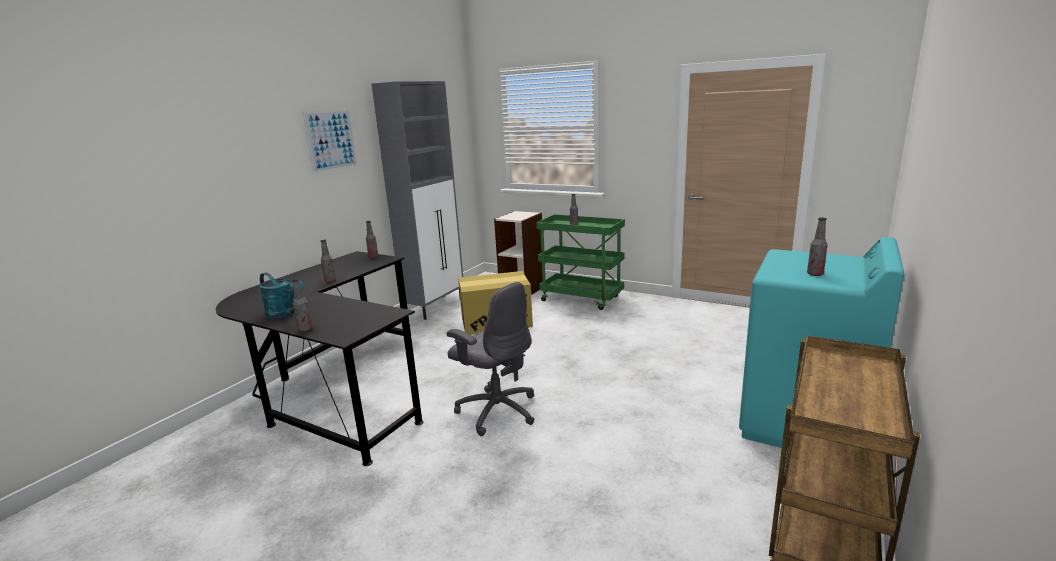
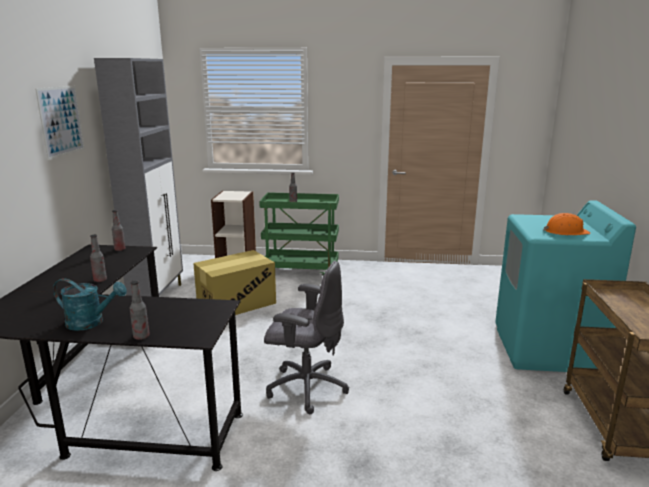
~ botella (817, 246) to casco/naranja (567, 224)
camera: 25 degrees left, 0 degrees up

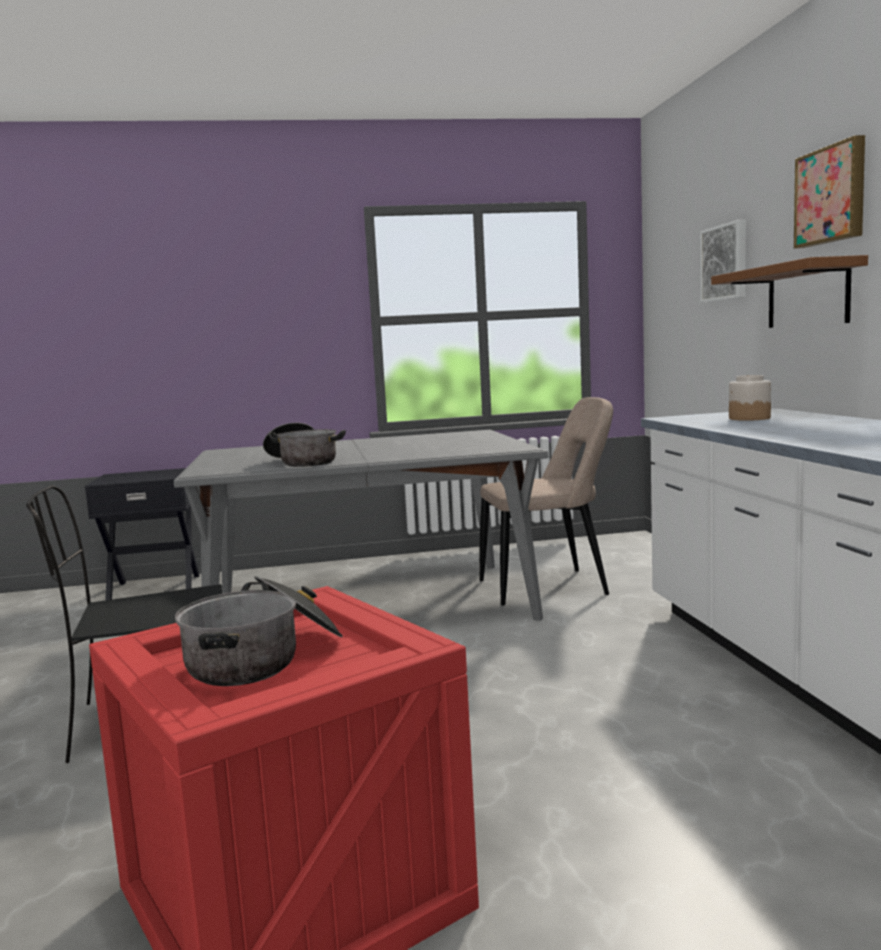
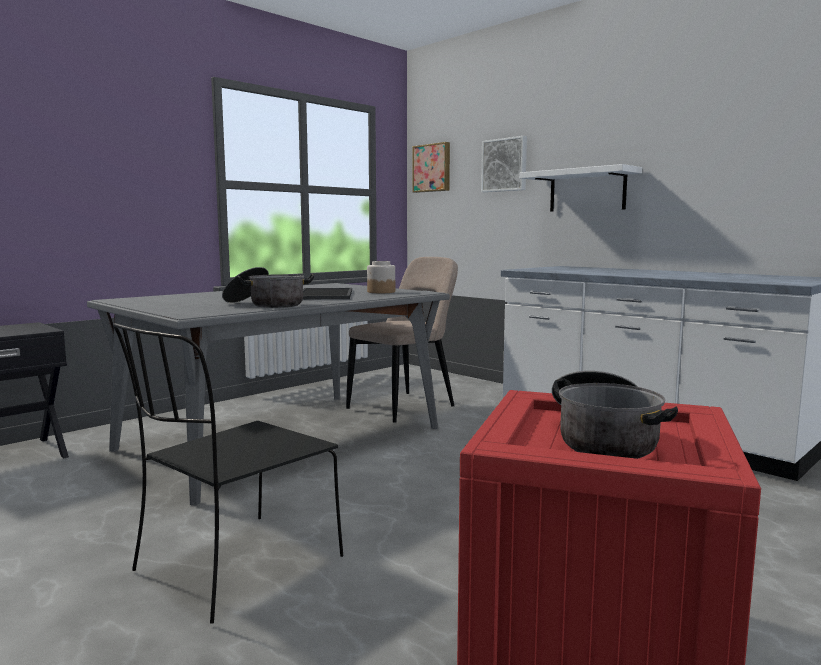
+ bandeja (327, 294)
~ tarro (750, 398) to (381, 277)
~ cuadro (829, 192) to (431, 167)
~ estante/marrón (789, 291) to estante/blanco (580, 187)
camera: 35 degrees left, 0 degrees up

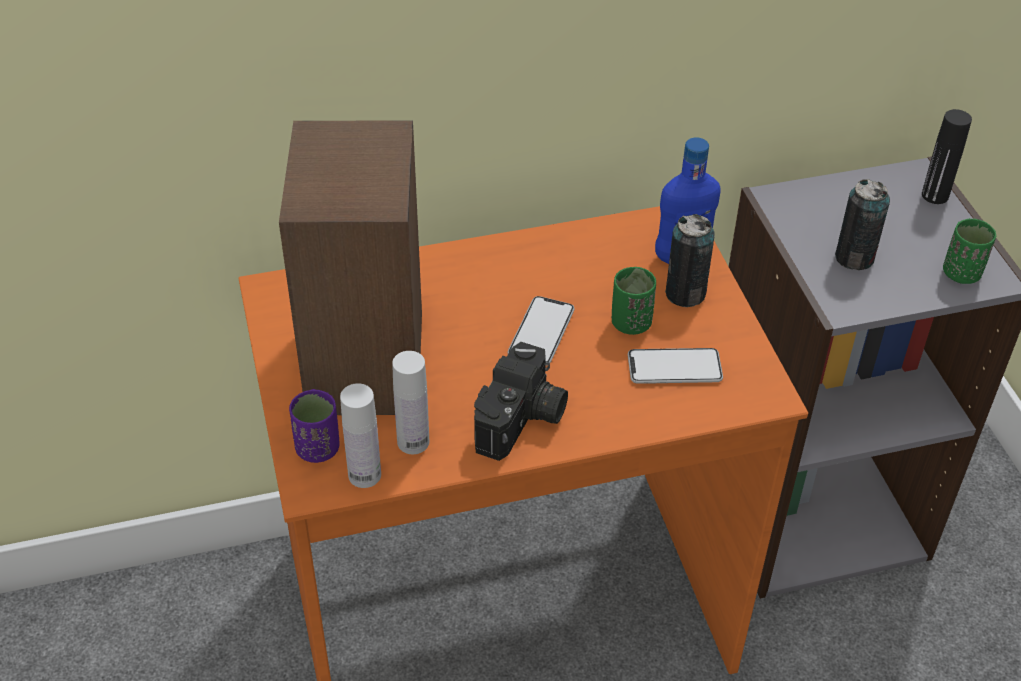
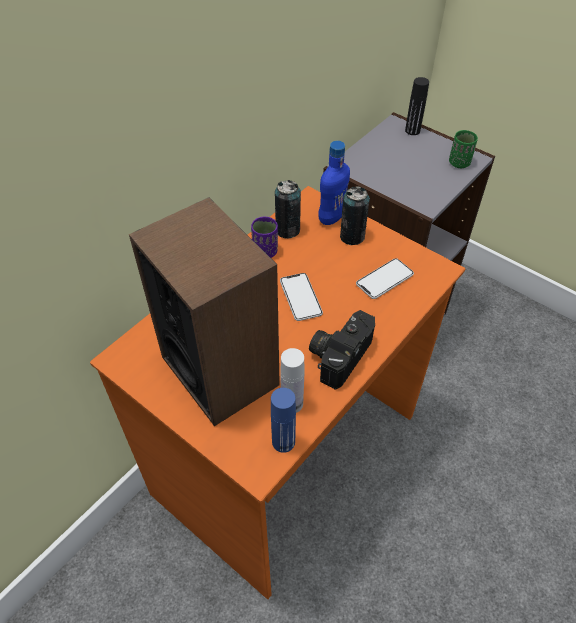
- taza/verde (634, 301)
~ taza/morado (314, 426) to (264, 237)
~ lata (862, 224) to (288, 209)
~ botella/blanco (360, 435) to botella/azul (283, 420)
~ cámara (521, 401) = (342, 350) 135 degrees counterclockwise
camera: 35 degrees left, 5 degrees up

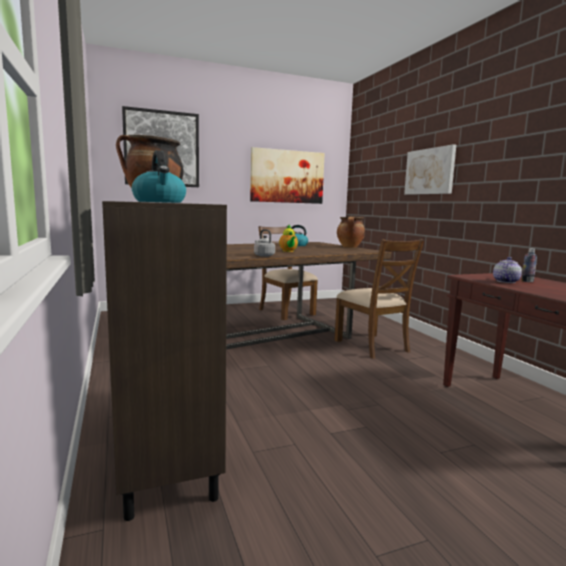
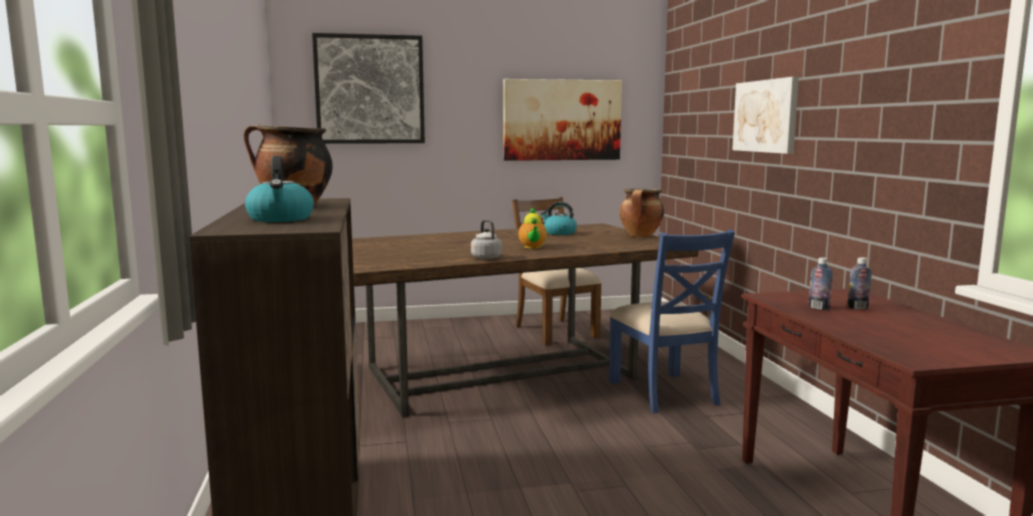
~ tetera (507, 270) to botella (821, 283)
~ silla/marrón (379, 299) to silla/azul (672, 321)
camera: 10 degrees right, 0 degrees up

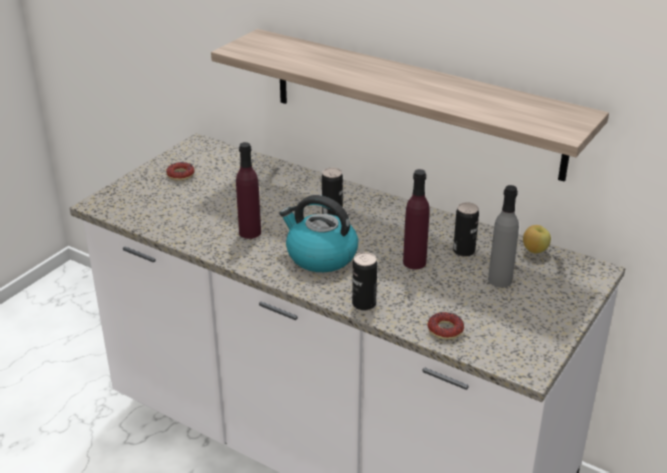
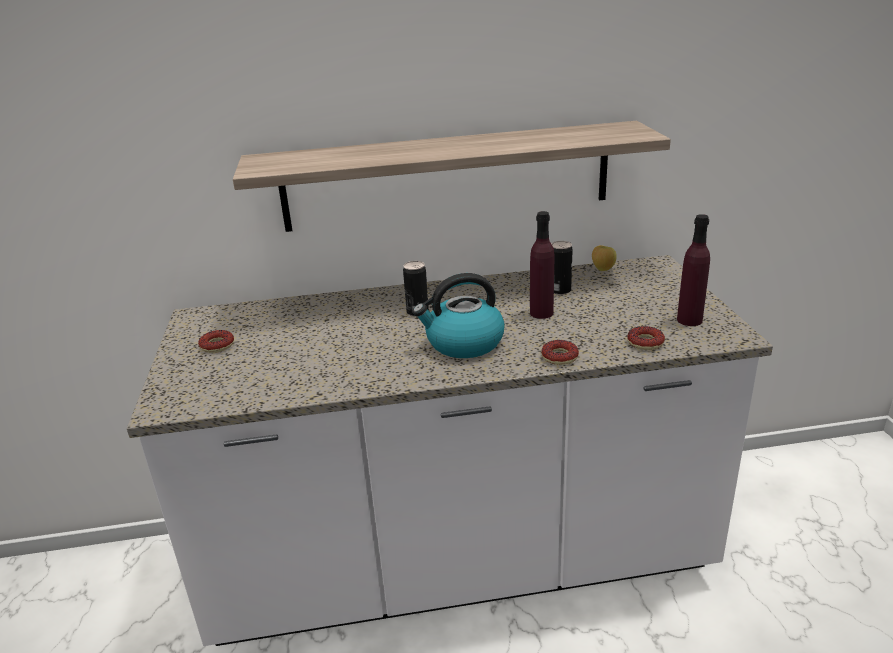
- botella/gris (503, 236)
~ botella/morado (248, 190) to (693, 270)
~ lata (364, 281) to rosquilla (560, 352)
camera: 40 degrees left, 5 degrees down

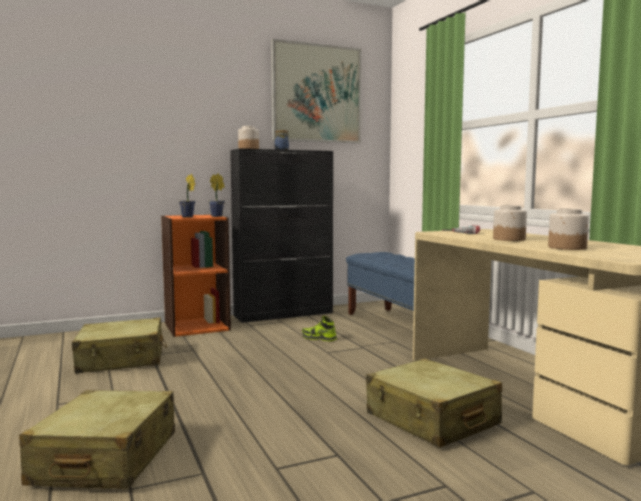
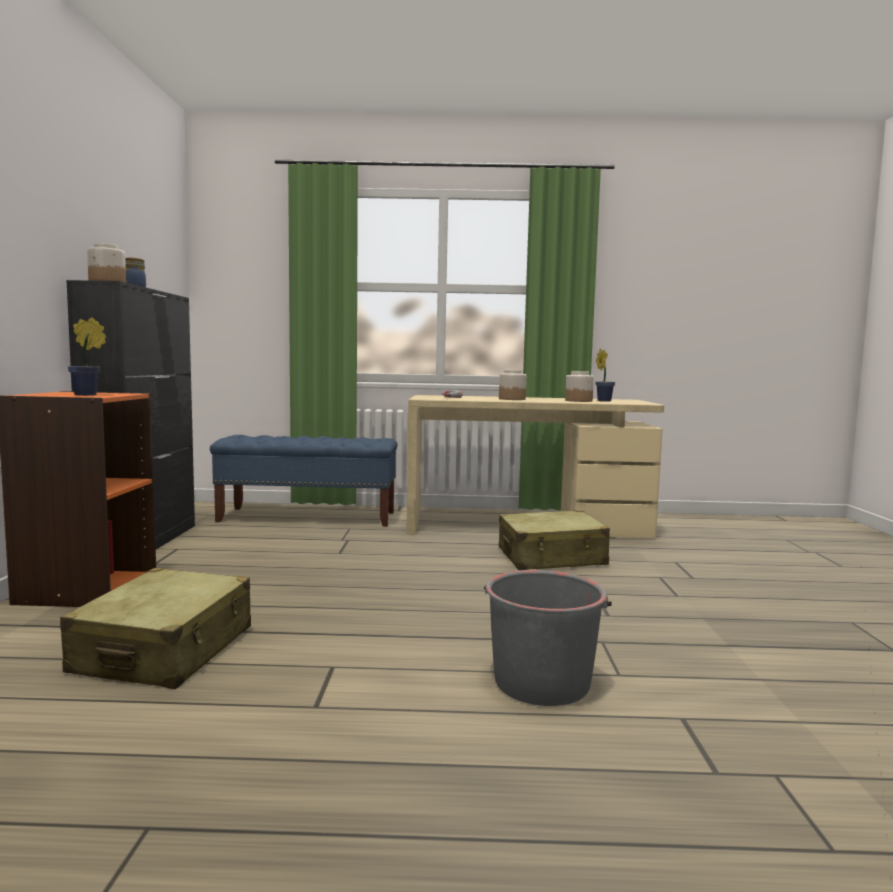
- cuadro (316, 91)
- zapato (319, 328)
~ planta en maceta (217, 195) to (605, 375)
~ maleta/beis (97, 439) to cubo/gris (548, 638)
camera: 65 degrees left, 0 degrees up

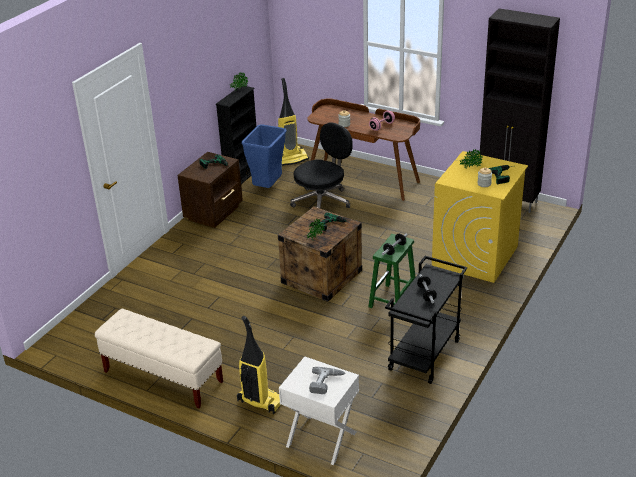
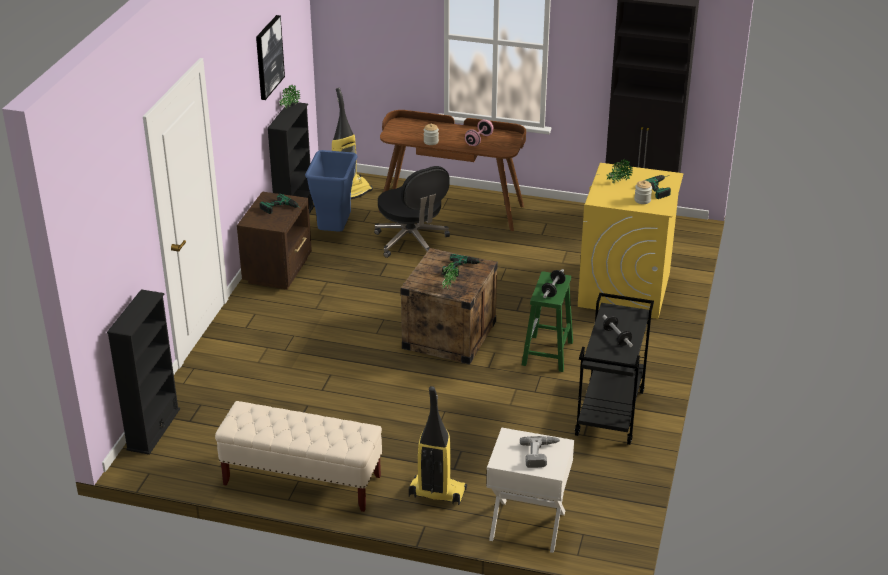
+ estantería/negro (143, 372)
+ cuadro (270, 57)
~ silla de oficina/negro (321, 165) = (412, 212) 120 degrees clockwise
camera: 15 degrees left, 0 degrees up

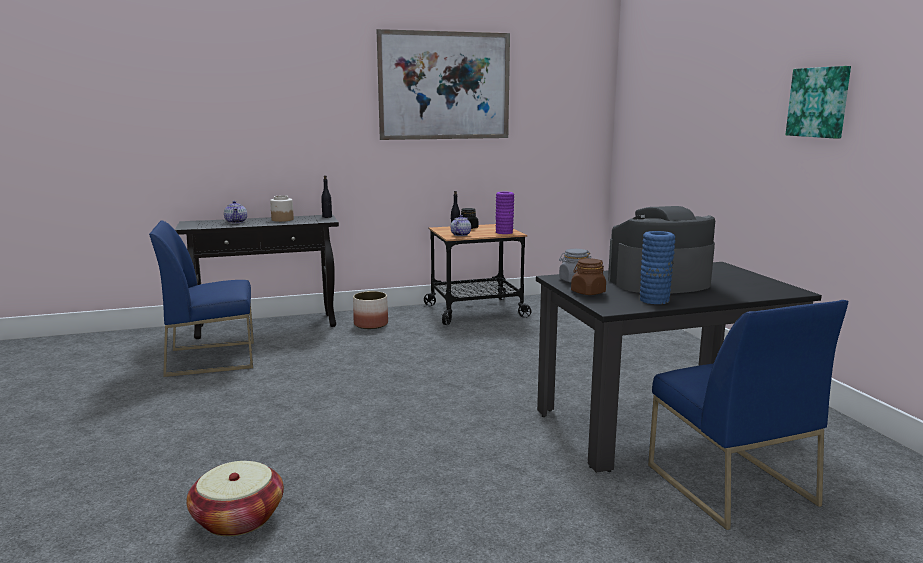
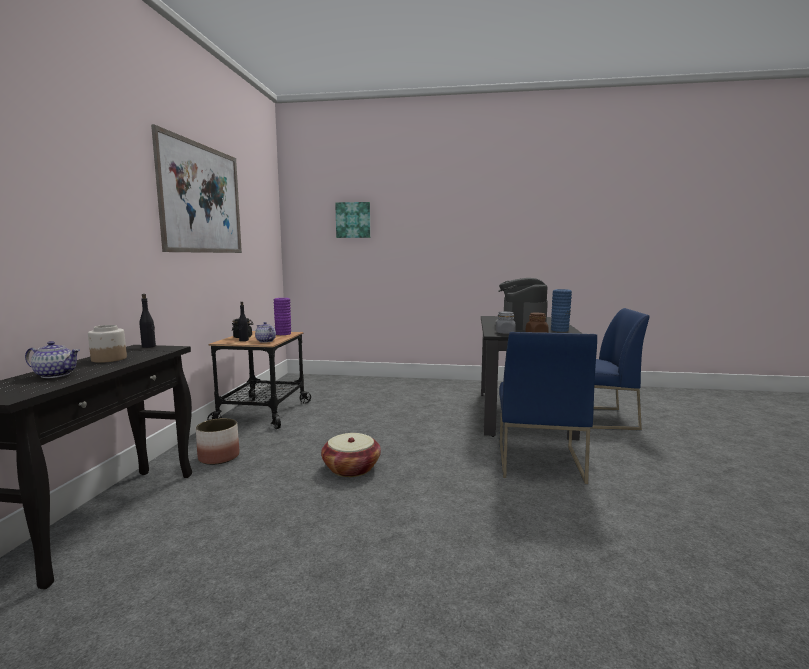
~ silla/azul (202, 299) to (548, 408)
~ cesta (235, 498) to (351, 455)
~ cuadro (818, 102) to (352, 220)
camera: 65 degrees left, 5 degrees down

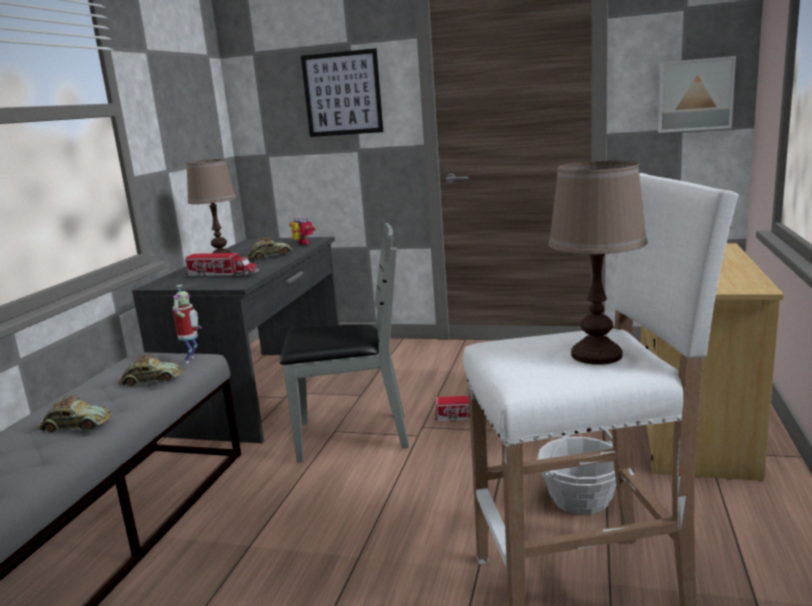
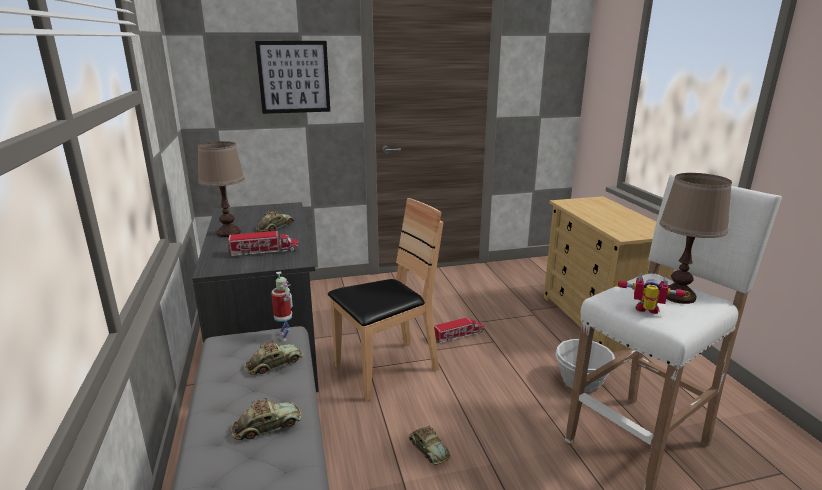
- cuadro (697, 94)
+ coche de juguete (429, 445)
~ robot de juguete (302, 230) to (652, 293)
~ silla/gris (344, 343) to silla/marrón (385, 299)
camera: 30 degrees left, 5 degrees up

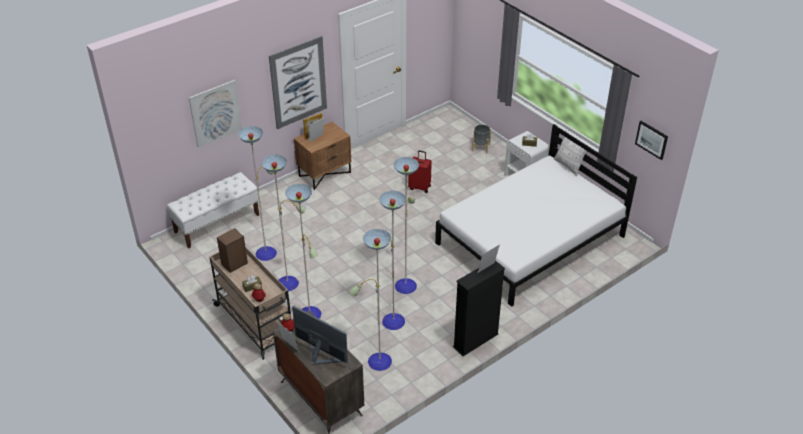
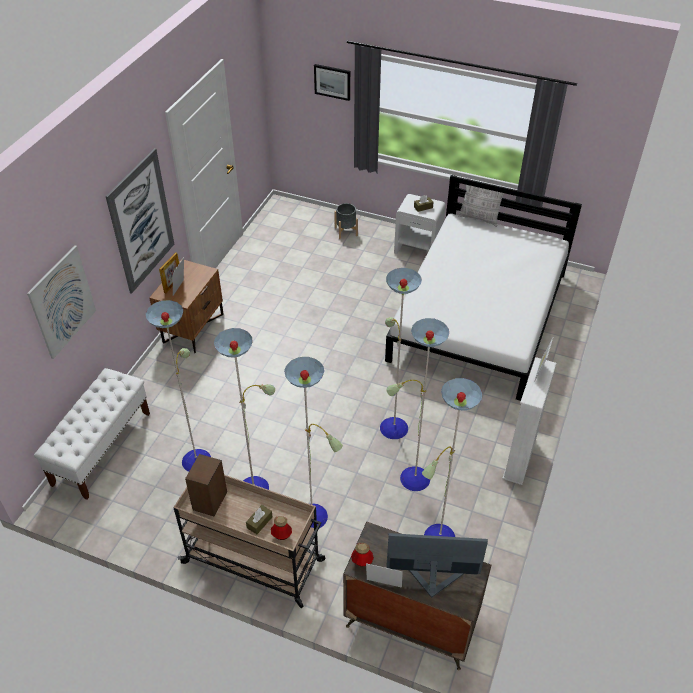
- maleta/rojo (420, 171)
~ cuadro (651, 140) to (332, 82)
~ estantería/negro (479, 308) to estantería/blanco (529, 421)
camera: 30 degrees left, 5 degrees up

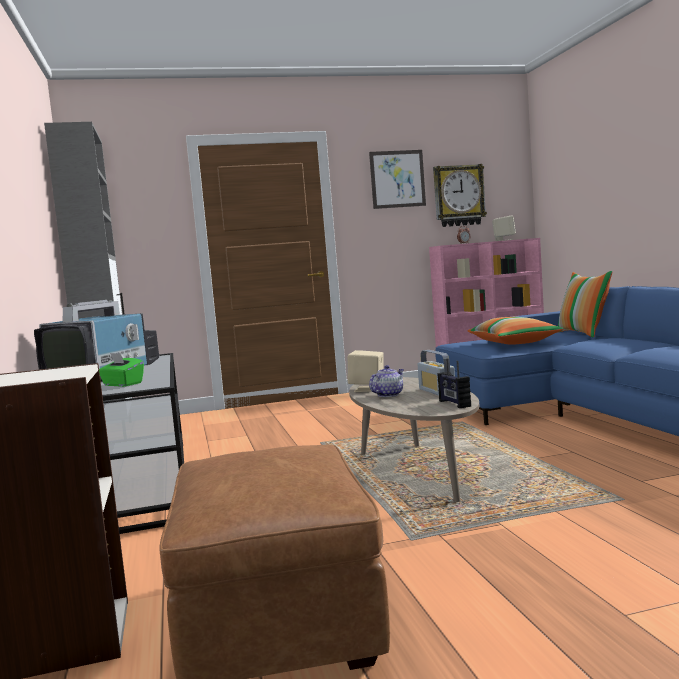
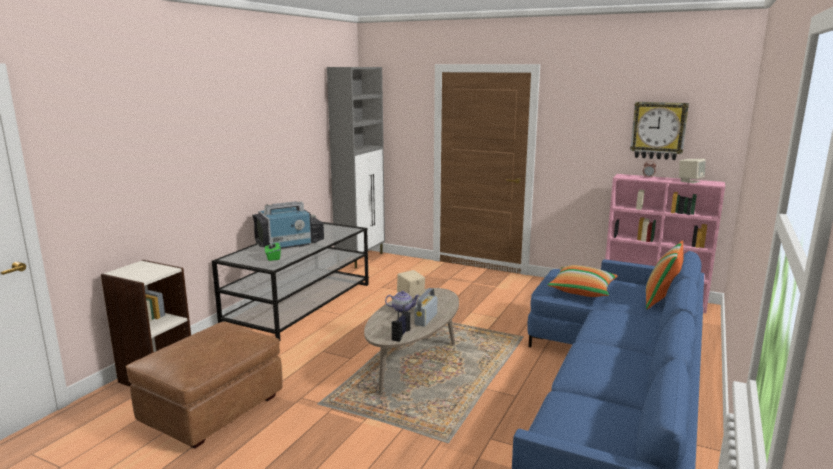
- cuadro (397, 179)
camera: 40 degrees right, 10 degrees up

